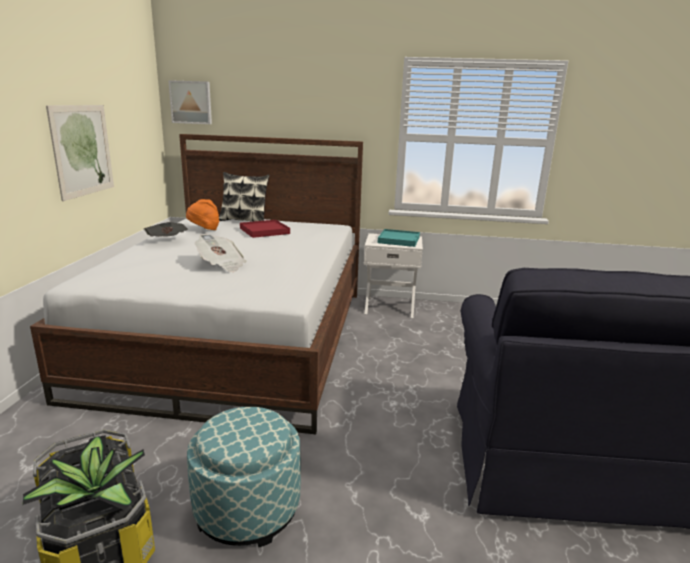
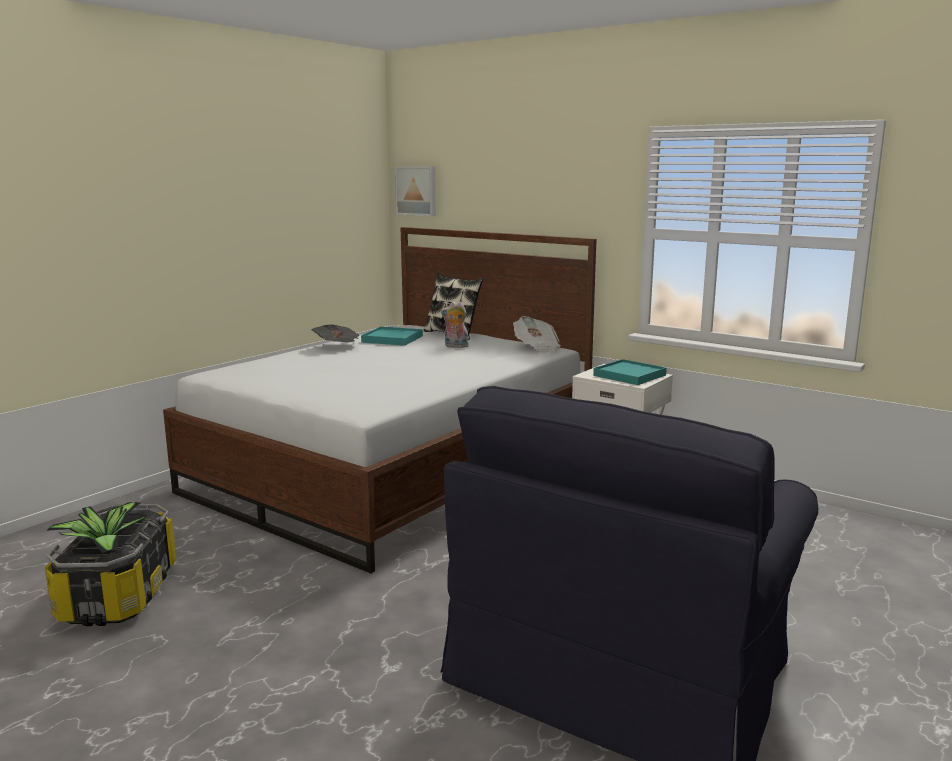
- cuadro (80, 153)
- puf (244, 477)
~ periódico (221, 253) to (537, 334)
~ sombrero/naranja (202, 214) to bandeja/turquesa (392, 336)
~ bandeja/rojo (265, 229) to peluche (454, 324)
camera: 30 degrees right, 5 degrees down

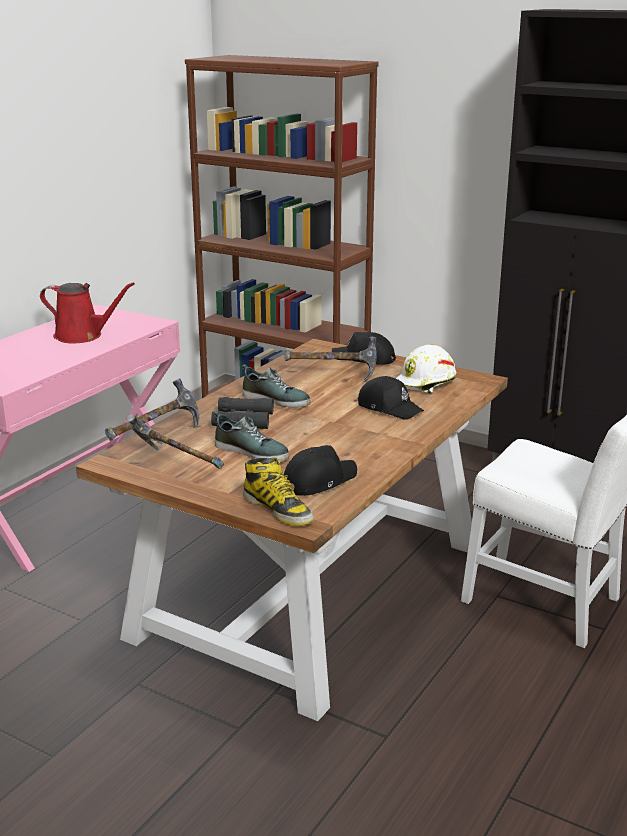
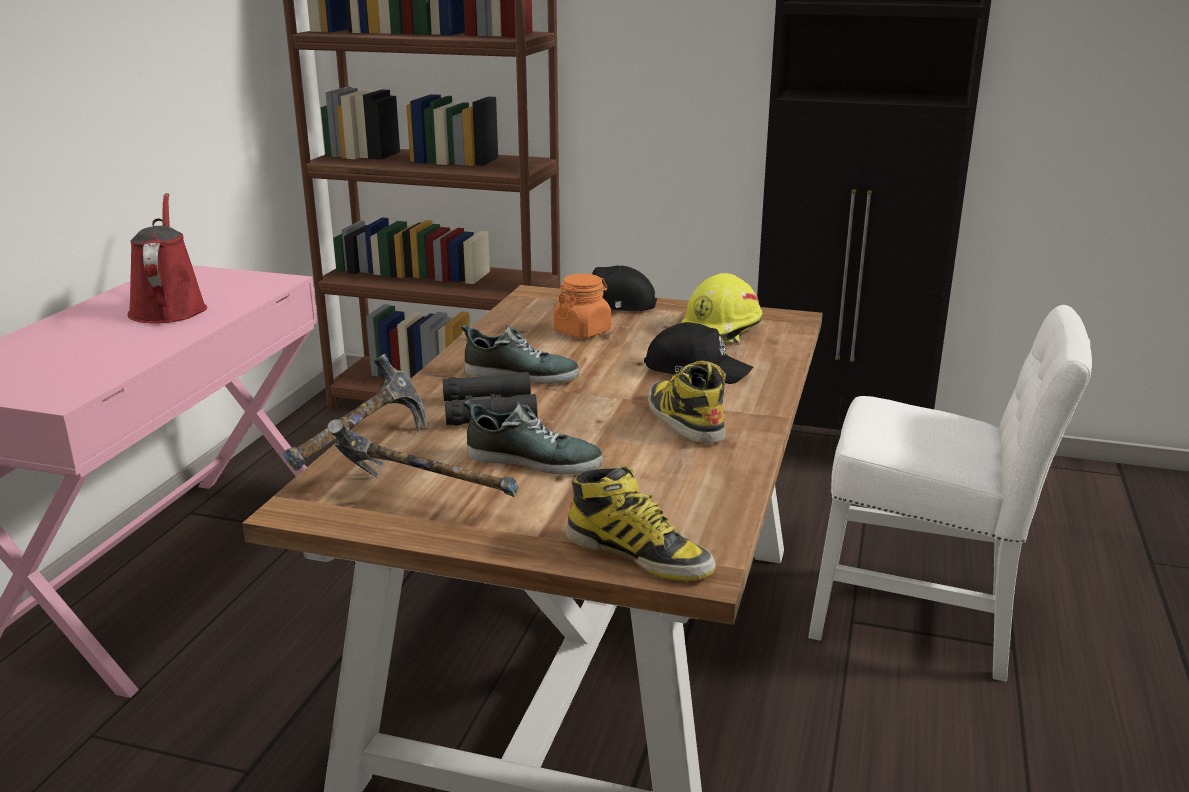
- gorra/negro (320, 470)
+ bota (687, 402)
~ martillo (330, 359) to tarro/naranja (583, 306)
~ casco/blanco (426, 368) to casco/amarillo (721, 308)
~ regadera/rojo (87, 312) = (167, 258) 105 degrees counterclockwise
camera: 15 degrees left, 0 degrees up

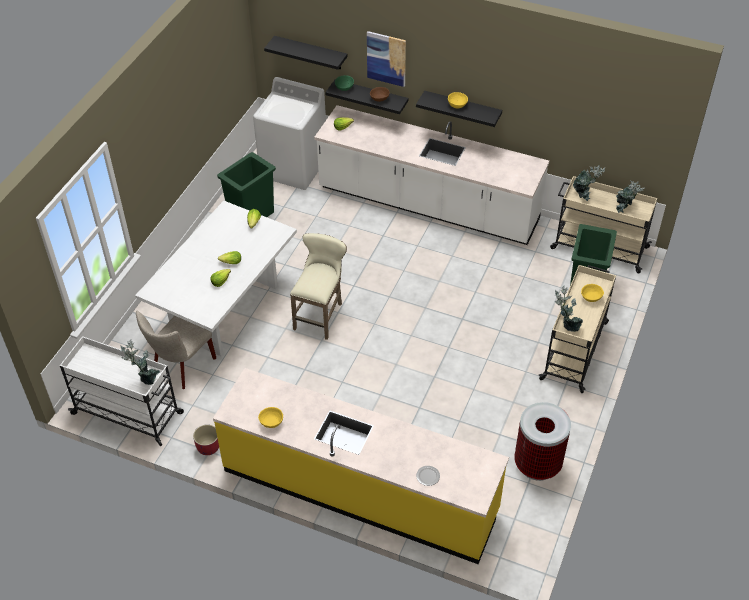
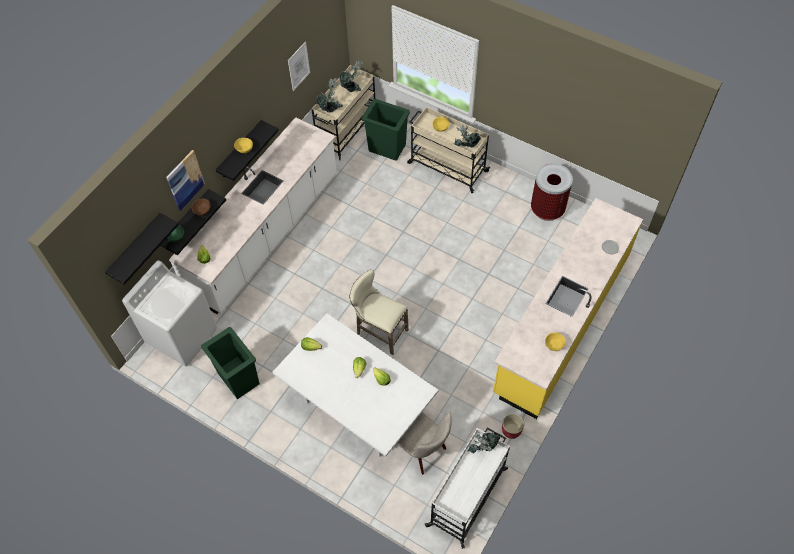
+ cuadro (299, 66)
camera: 80 degrees left, 10 degrees up

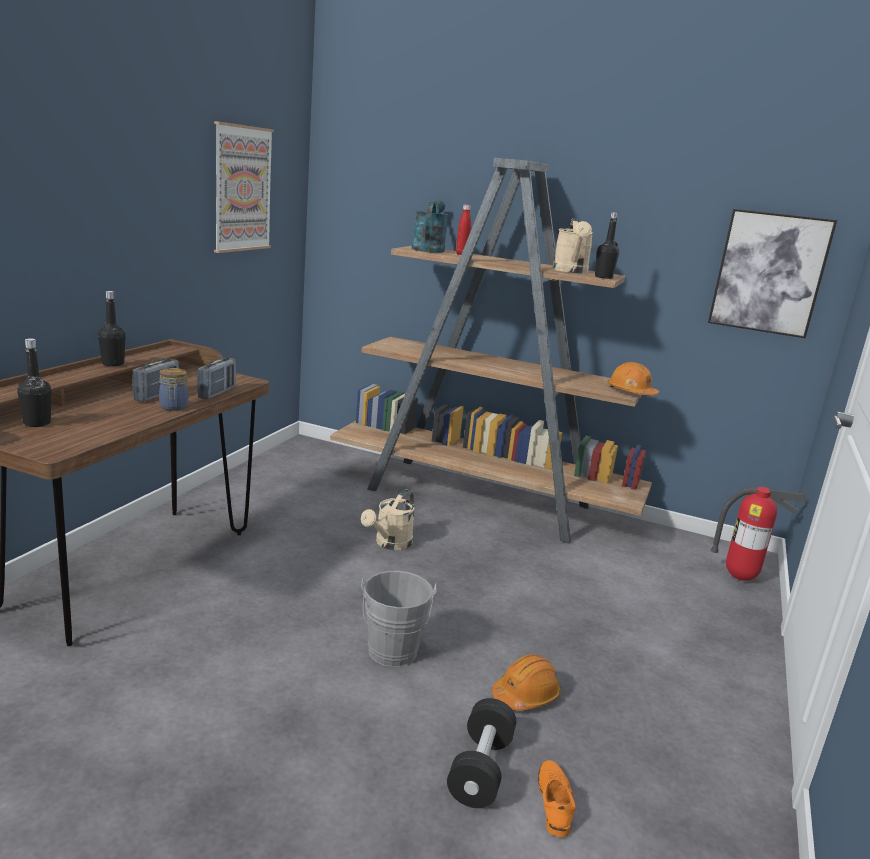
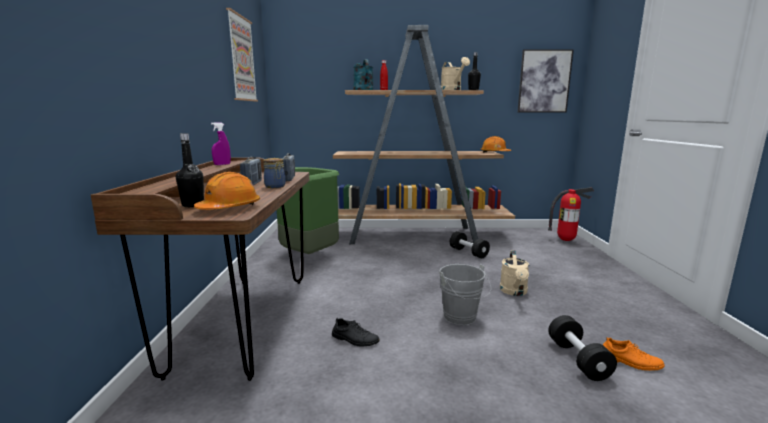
- botella/negro (112, 329)
+ pulverizador/morado (221, 143)
+ papelera/verde (308, 210)
+ zapato/negro (356, 332)
+ mancuerna/negro (470, 244)
~ regadera/beis (388, 519) to (514, 273)
~ casco/naranja (526, 682) to (227, 191)
~ zapato/naranja (557, 798) = (633, 354) 135 degrees clockwise
camera: 20 degrees left, 5 degrees down

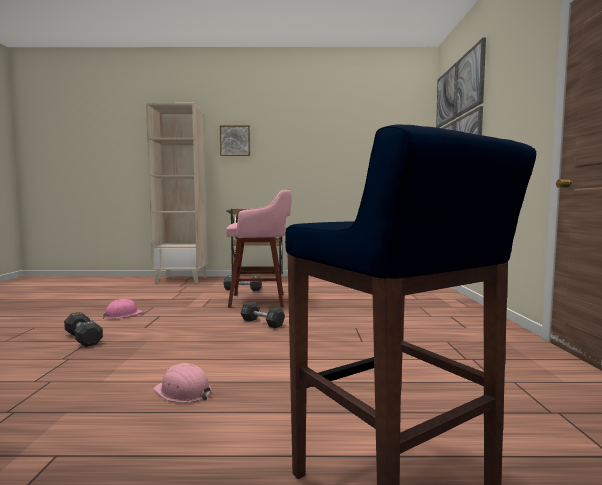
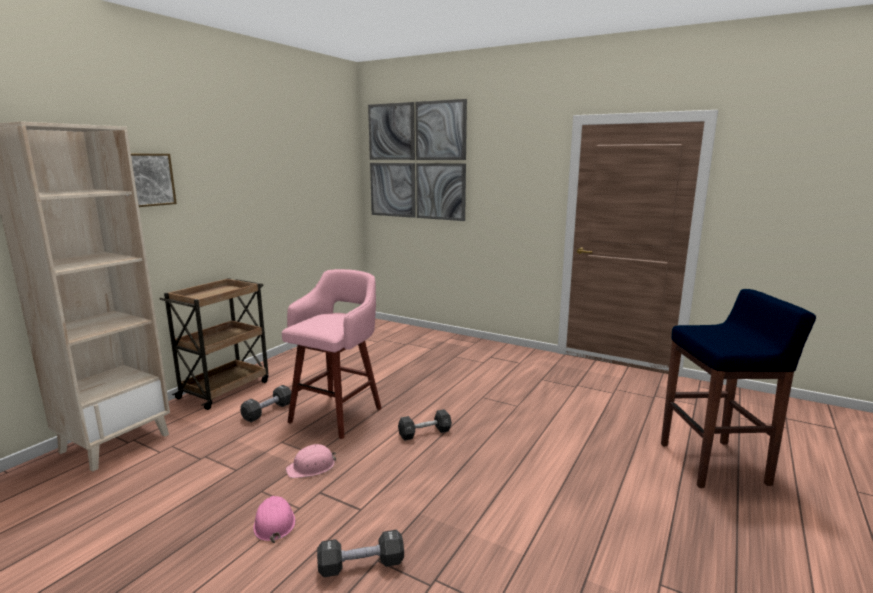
~ casco/rosa (182, 383) to (311, 461)
camera: 60 degrees left, 10 degrees up

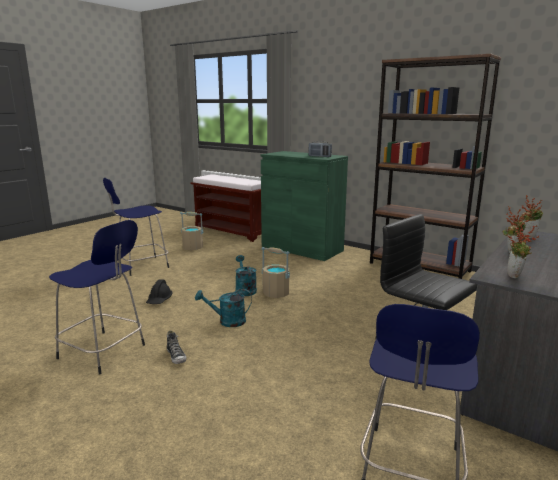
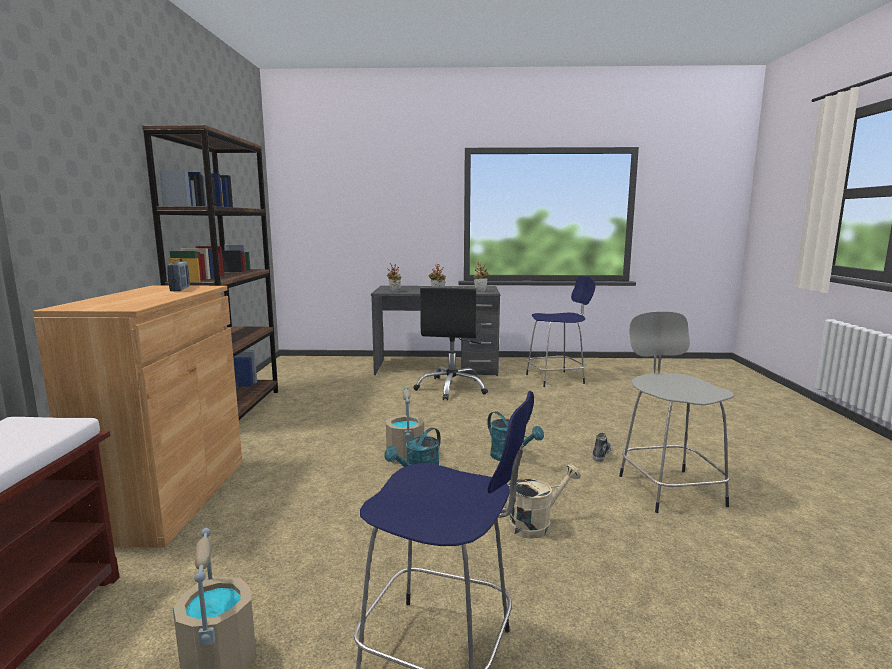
~ casco/negro (159, 291) to regadera/beis (542, 501)
~ taburete/azul (97, 297) to taburete/gris (676, 412)
~ armario/verde (304, 206) to armario/marrón (137, 416)
camera: 125 degrees left, 5 degrees down

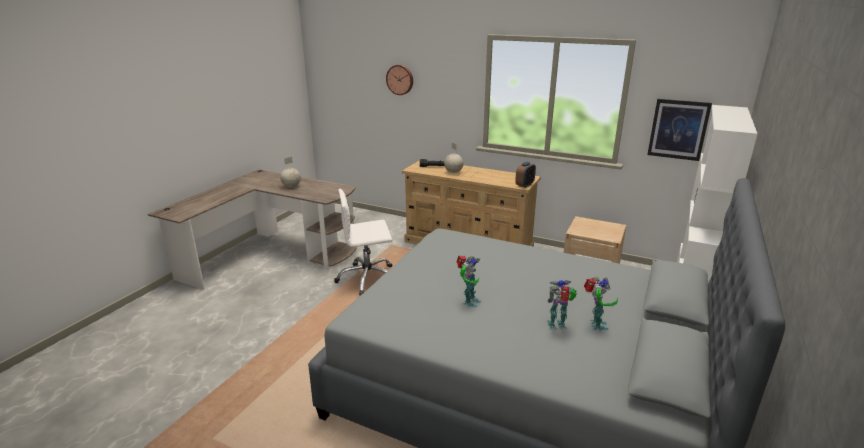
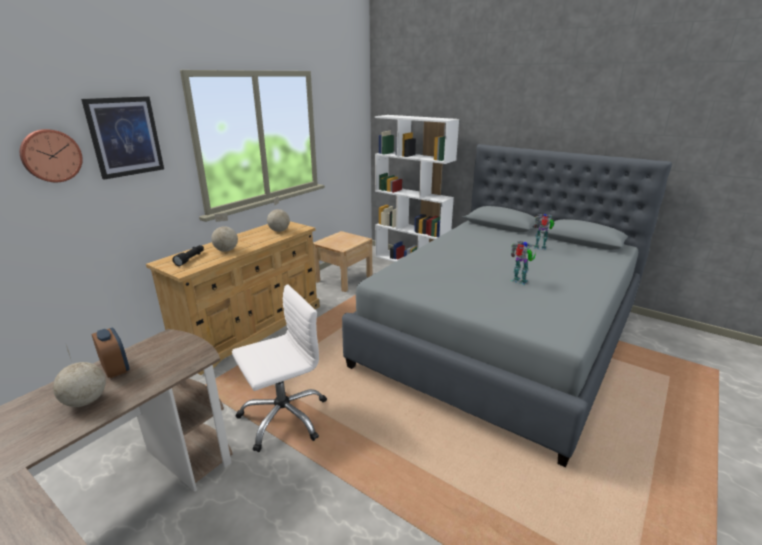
- robot de juguete (562, 305)
+ globo terráqueo (278, 214)
~ despertador (525, 175) to (110, 353)
~ cuadro (679, 130) to (122, 137)
~ silla de oficina/blanco (363, 242) = (279, 368) 120 degrees counterclockwise
camera: 80 degrees left, 0 degrees up

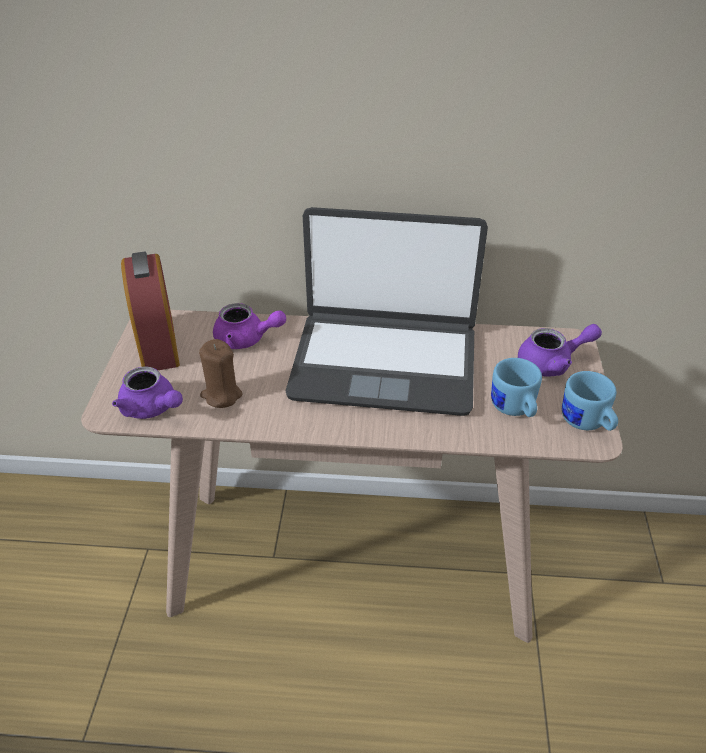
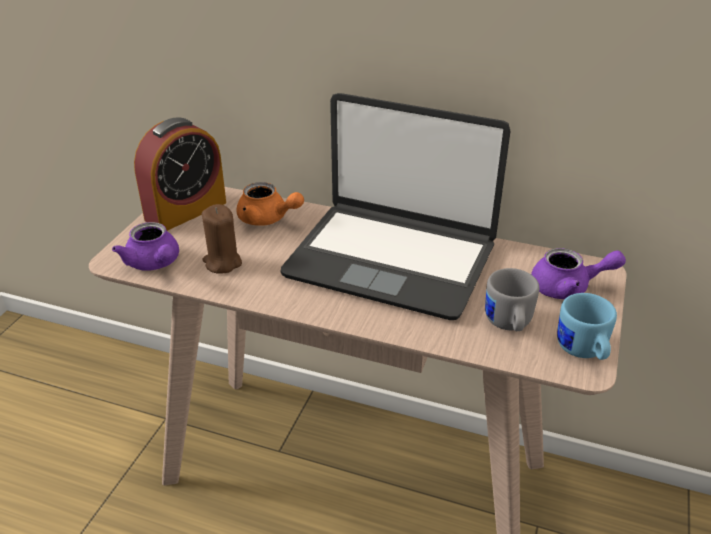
~ tetera/morado (249, 326) to tetera/naranja (270, 204)
~ taza grande/azul (516, 387) to taza grande/gris (512, 299)
~ despertador (150, 311) = (180, 174) 45 degrees clockwise
camera: 15 degrees right, 5 degrees down

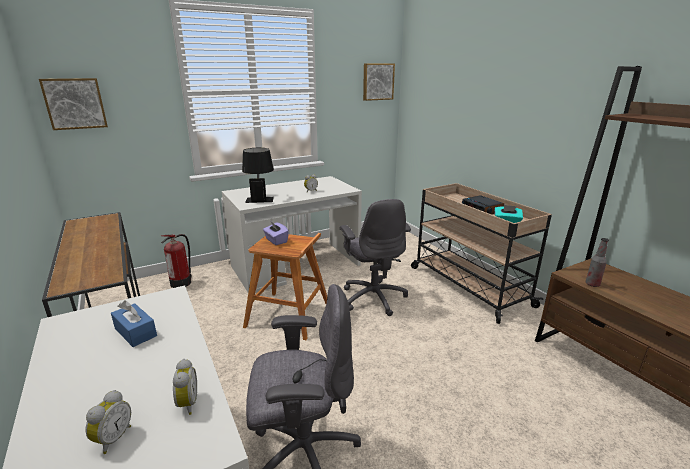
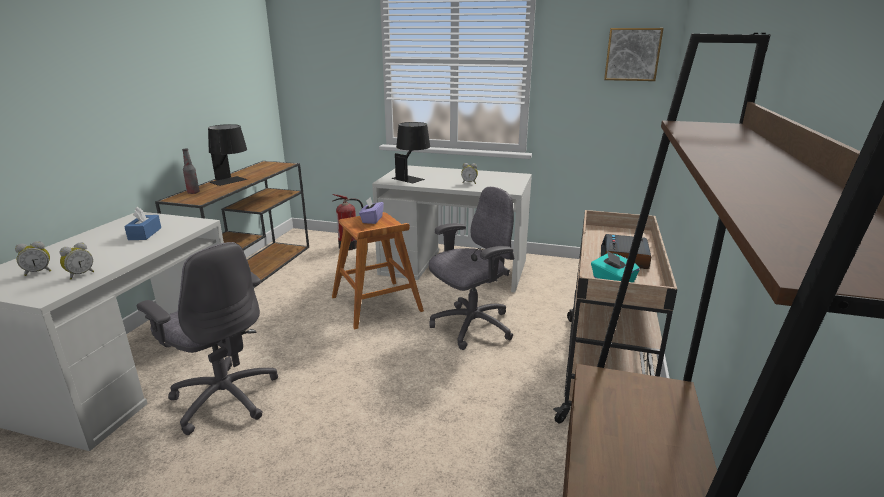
- cuadro (73, 104)
+ lámpara de mesa/negro (227, 155)
~ botella (597, 262) to (191, 171)
~ silla de oficina/gris (375, 257) = (471, 268) 150 degrees counterclockwise
camera: 45 degrees right, 0 degrees up

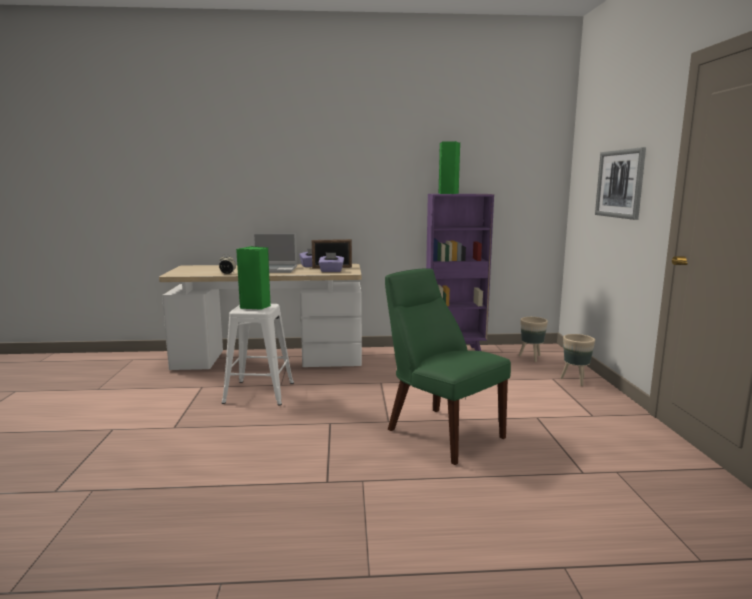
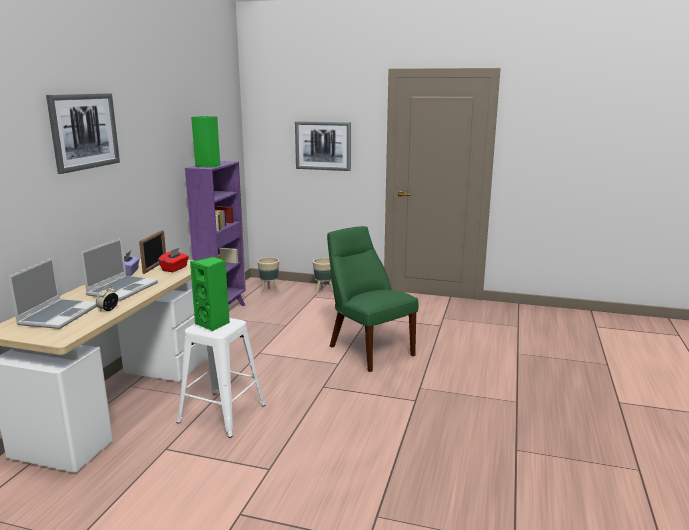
+ portátil (52, 293)
+ cuadro (83, 133)
~ caja de pañuelos/morado (331, 262) to caja de pañuelos/rojo (173, 260)
~ silla/verde (448, 366) = (372, 299) 75 degrees clockwise
camera: 70 degrees left, 5 degrees up

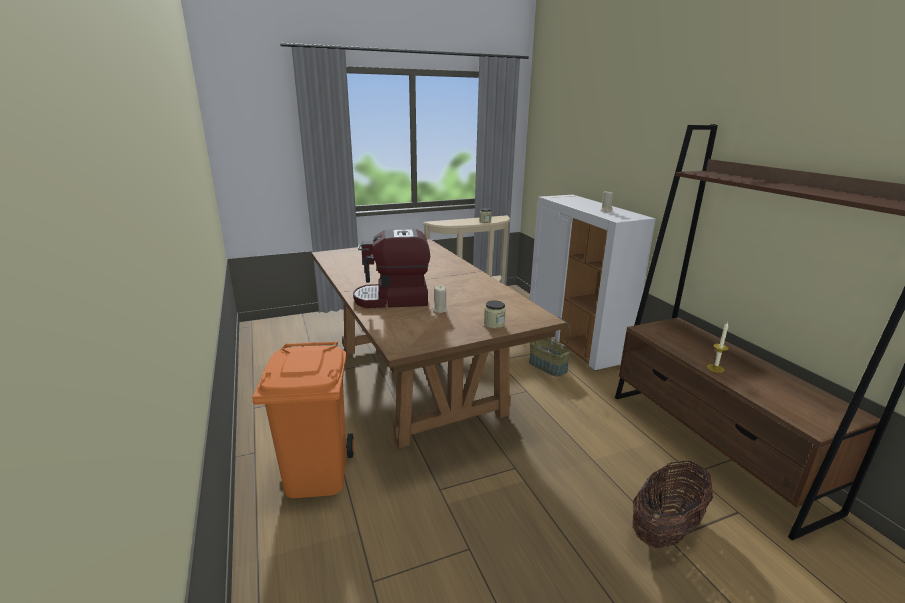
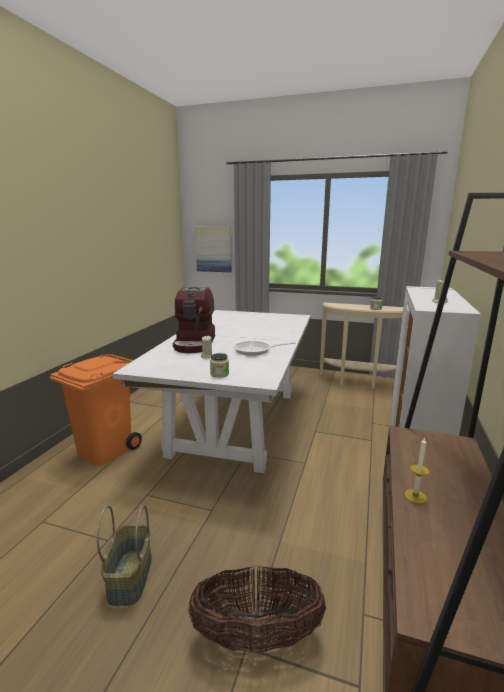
+ cuadro (213, 249)
+ sartén (265, 348)
~ cesta (550, 347) to (124, 555)
~ mesa de comedor/marrón (439, 343) to mesa de comedor/blanco (212, 391)
~ cafetera (391, 268) = (194, 320) 120 degrees counterclockwise
camera: 40 degrees right, 5 degrees down

